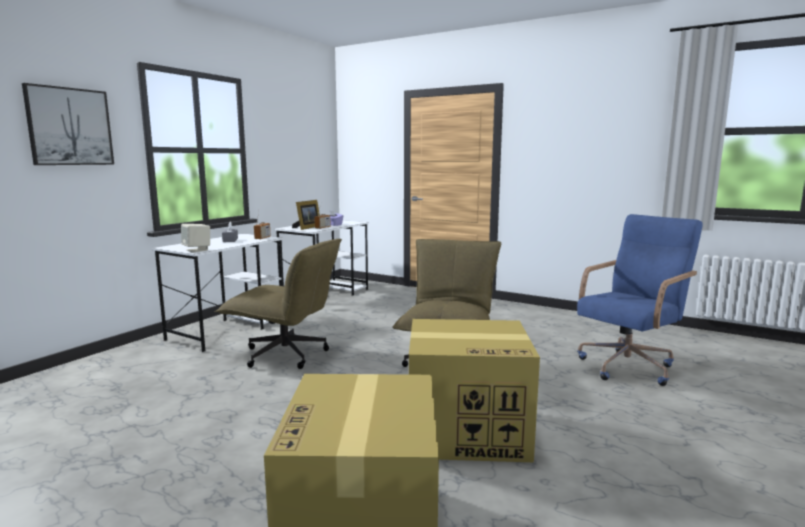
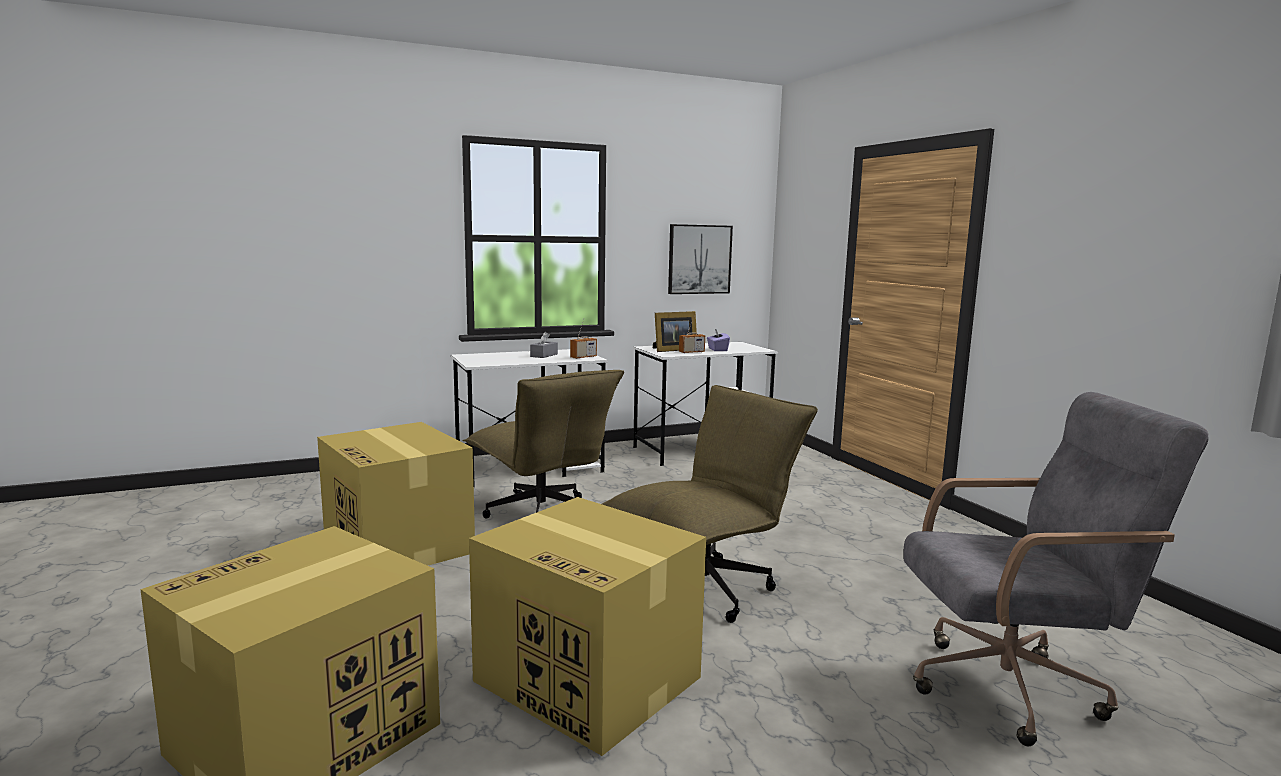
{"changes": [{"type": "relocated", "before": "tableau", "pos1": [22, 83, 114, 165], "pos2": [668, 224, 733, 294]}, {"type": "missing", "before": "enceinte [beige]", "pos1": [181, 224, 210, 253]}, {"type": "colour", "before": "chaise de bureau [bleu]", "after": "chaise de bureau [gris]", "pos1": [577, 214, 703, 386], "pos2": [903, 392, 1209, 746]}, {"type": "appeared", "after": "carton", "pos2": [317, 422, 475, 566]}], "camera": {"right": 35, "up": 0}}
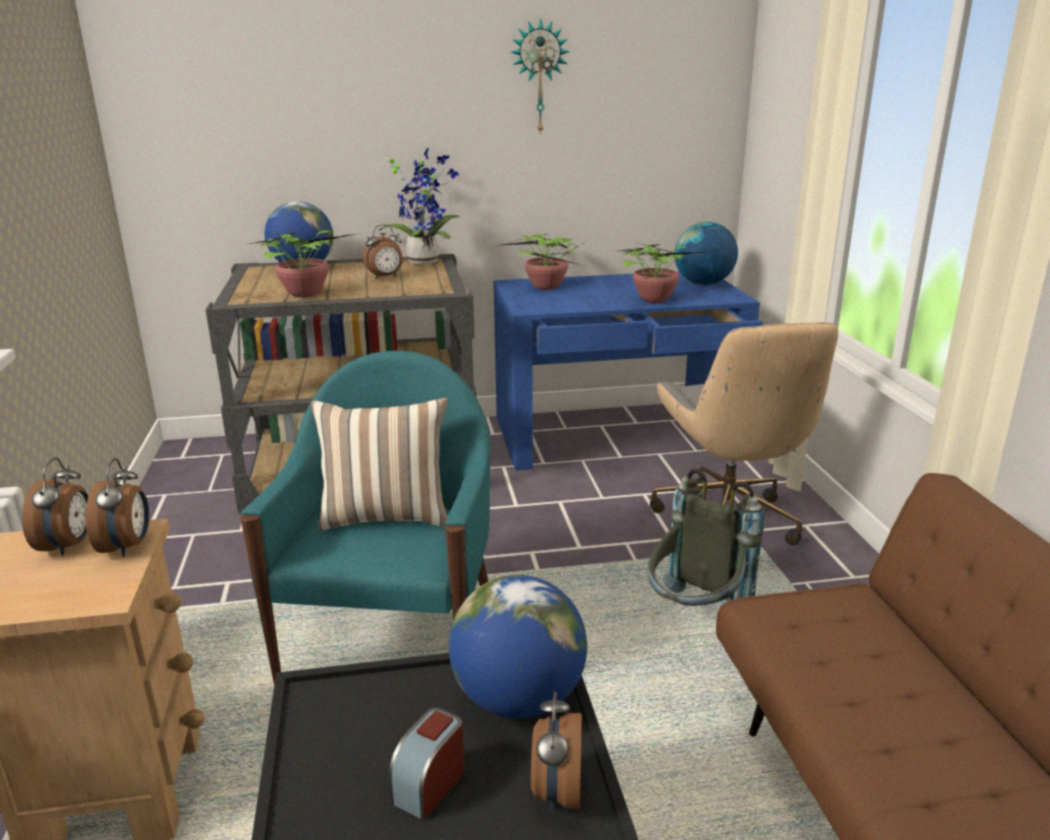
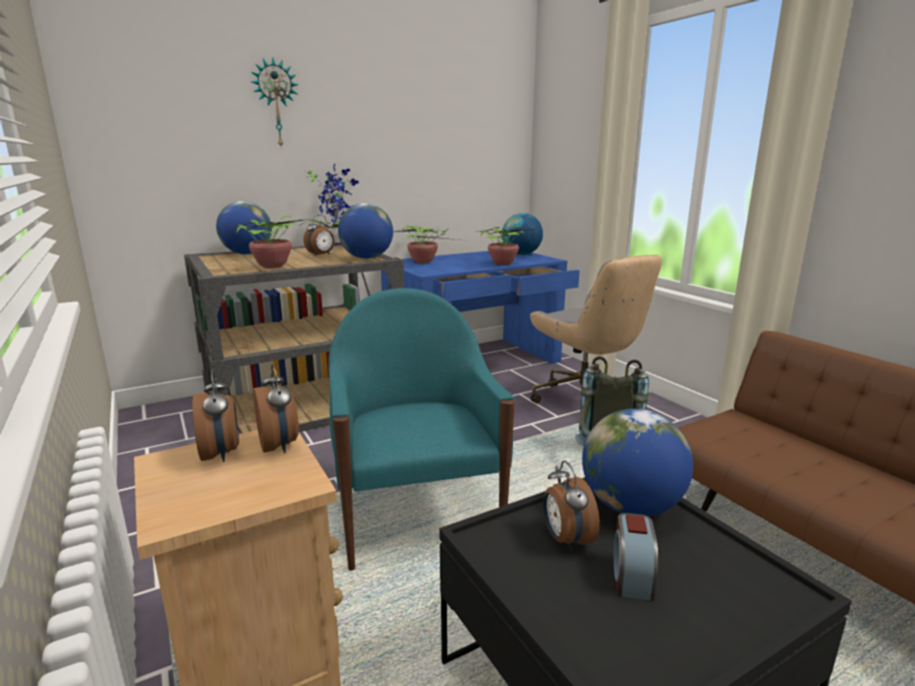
{"changes": [{"type": "missing", "before": "coussin", "pos1": [312, 398, 448, 530]}, {"type": "relocated", "before": "horloge murale", "pos1": [511, 18, 570, 135], "pos2": [252, 58, 298, 146]}, {"type": "relocated", "before": "réveil", "pos1": [531, 691, 582, 812], "pos2": [543, 461, 600, 551]}, {"type": "appeared", "after": "globe", "pos2": [338, 203, 393, 259]}], "camera": {"right": -20, "up": -5}}
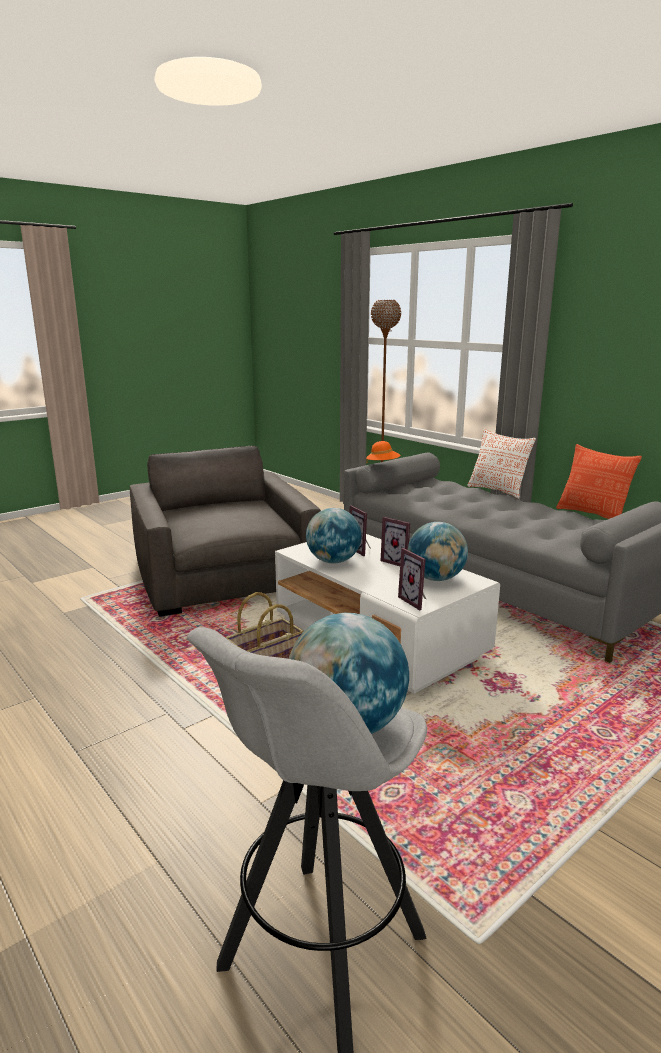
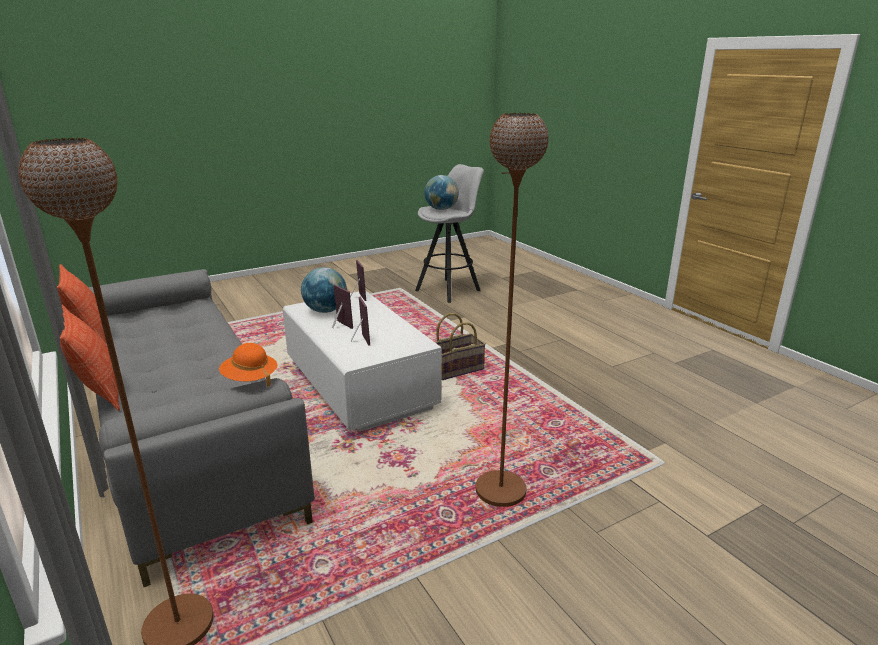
{"changes": [{"type": "exchanged", "before": "fauteuil [gris]", "after": "lampadaire [marron]", "pos1": [130, 446, 321, 617], "pos2": [476, 113, 549, 507]}, {"type": "missing", "before": "globe", "pos1": [306, 508, 362, 564]}, {"type": "colour", "before": "coussin [blanc]", "after": "coussin [orange]", "pos1": [467, 429, 536, 499], "pos2": [60, 305, 120, 411]}], "camera": {"right": -170, "up": 5}}
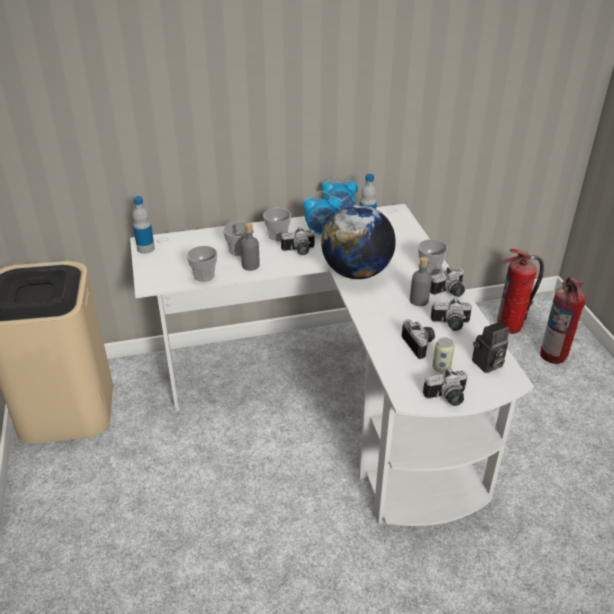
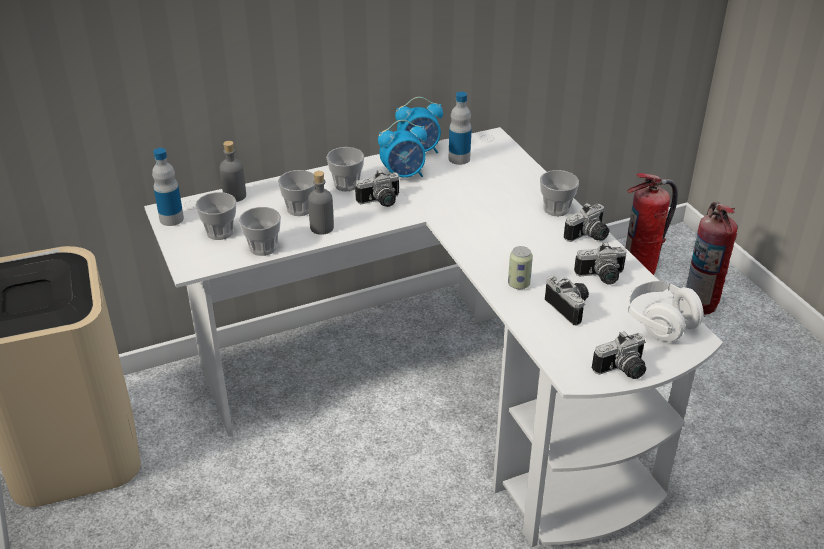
{"changes": [{"type": "missing", "before": "globe", "pos1": [321, 205, 396, 279]}, {"type": "relocated", "before": "bouteille [gris]", "pos1": [410, 257, 432, 306], "pos2": [220, 141, 246, 202]}, {"type": "relocated", "before": "boîte métallique", "pos1": [432, 337, 454, 373], "pos2": [508, 246, 533, 289]}, {"type": "exchanged", "before": "appareil photo", "after": "casque audio [blanc]", "pos1": [472, 322, 509, 373], "pos2": [627, 281, 705, 342]}, {"type": "appeared", "after": "tasse", "pos2": [195, 192, 236, 240]}], "camera": {"right": -10, "up": 0}}
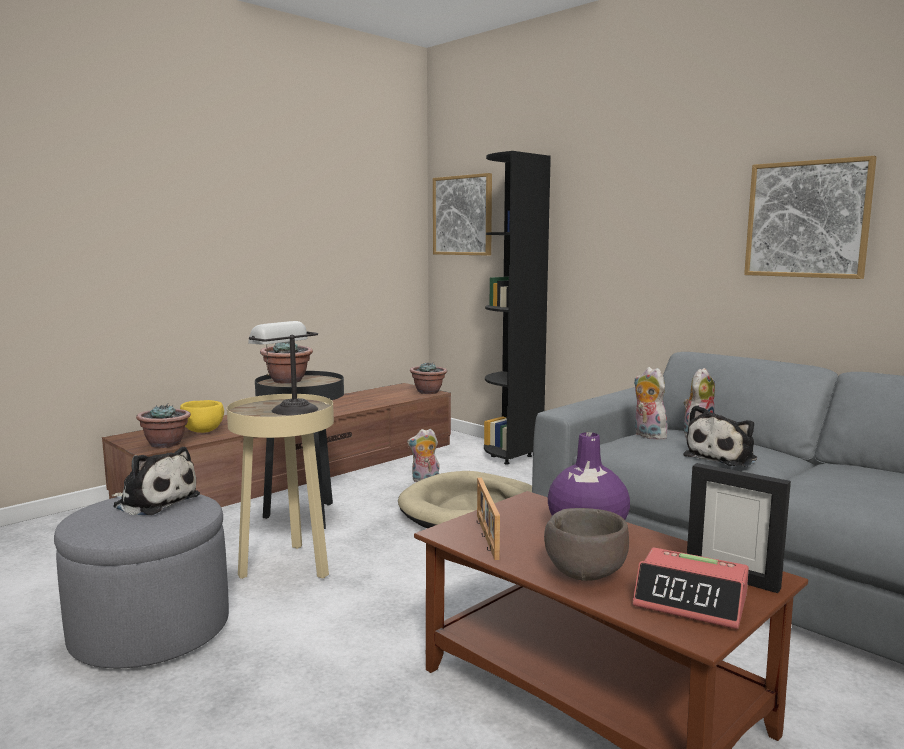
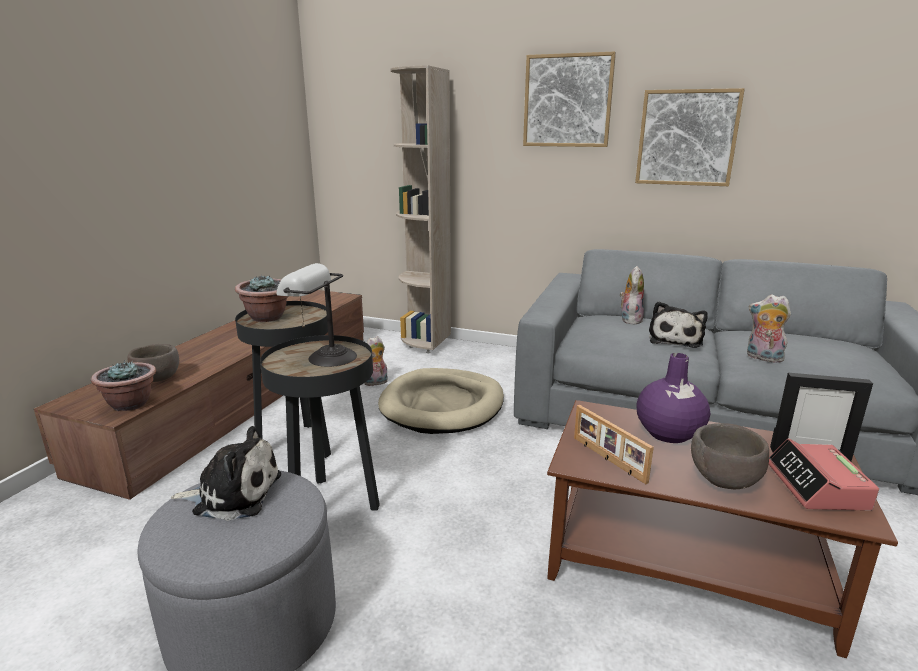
{"changes": [{"type": "colour", "before": "bol [jaune]", "after": "bol [marron]", "pos1": [180, 400, 224, 433], "pos2": [128, 344, 179, 382]}, {"type": "colour", "before": "table d'appoint [beige]", "after": "table d'appoint [noir]", "pos1": [227, 394, 334, 579], "pos2": [260, 335, 380, 511]}, {"type": "missing", "before": "plante en pot", "pos1": [410, 362, 447, 394]}, {"type": "relocated", "before": "tableau", "pos1": [433, 173, 492, 255], "pos2": [523, 51, 616, 147]}, {"type": "colour", "before": "bibliothèque [noir]", "after": "bibliothèque [beige]", "pos1": [484, 151, 551, 464], "pos2": [390, 65, 451, 354]}, {"type": "spun", "before": "réveil", "pos1": [633, 547, 749, 629], "pos2": [769, 439, 879, 511], "turn": 90}, {"type": "relocated", "before": "peluche", "pos1": [634, 367, 667, 439], "pos2": [747, 294, 791, 363]}], "camera": {"right": -25, "up": 10}}
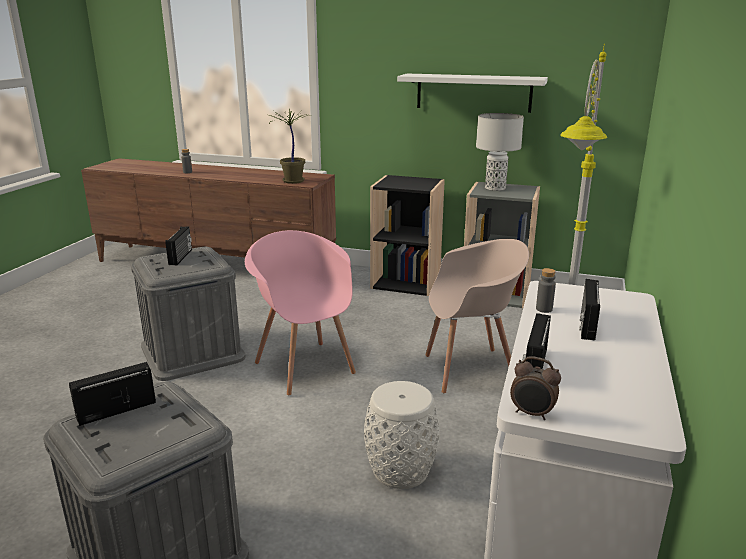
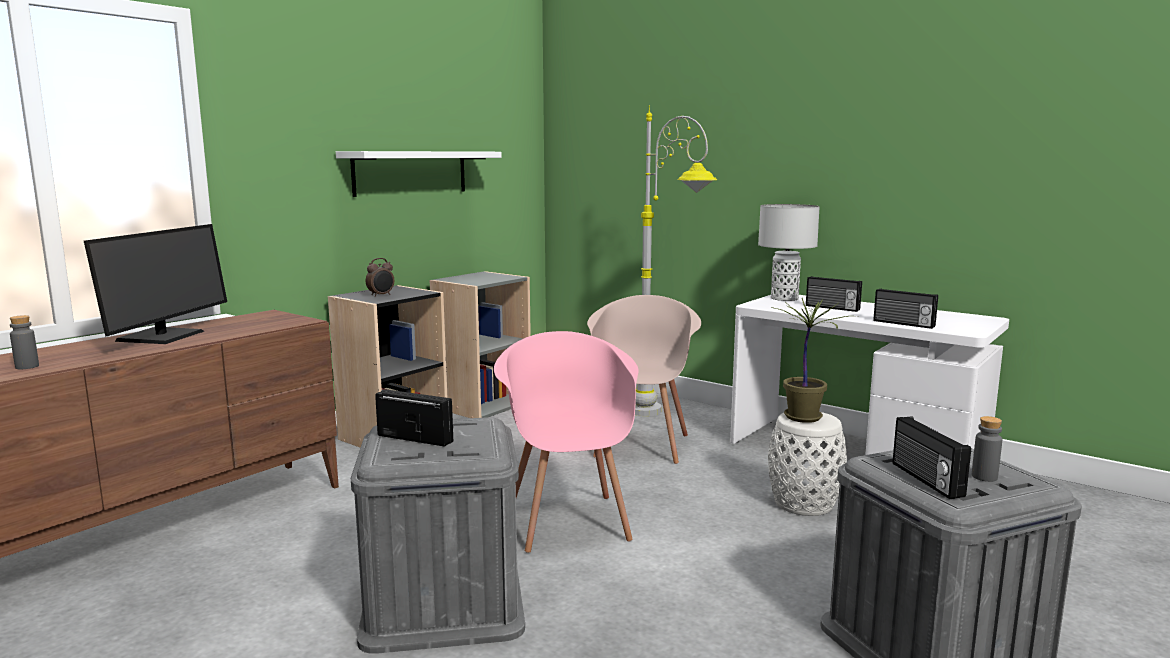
{"changes": [{"type": "spun", "before": "chaise [rose]", "pos1": [245, 230, 356, 395], "pos2": [494, 331, 639, 553], "turn": 90}, {"type": "relocated", "before": "plante en pot", "pos1": [269, 108, 309, 184], "pos2": [770, 298, 857, 423]}, {"type": "relocated", "before": "lampe de table [blanc]", "pos1": [476, 113, 524, 191], "pos2": [758, 204, 820, 301]}, {"type": "relocated", "before": "réveil", "pos1": [510, 356, 561, 420], "pos2": [366, 258, 394, 297]}, {"type": "relocated", "before": "bouteille [gris]", "pos1": [536, 268, 556, 313], "pos2": [972, 416, 1002, 482]}, {"type": "appeared", "after": "écran d'ordinateur", "pos2": [84, 224, 227, 344]}], "camera": {"right": -70, "up": -10}}
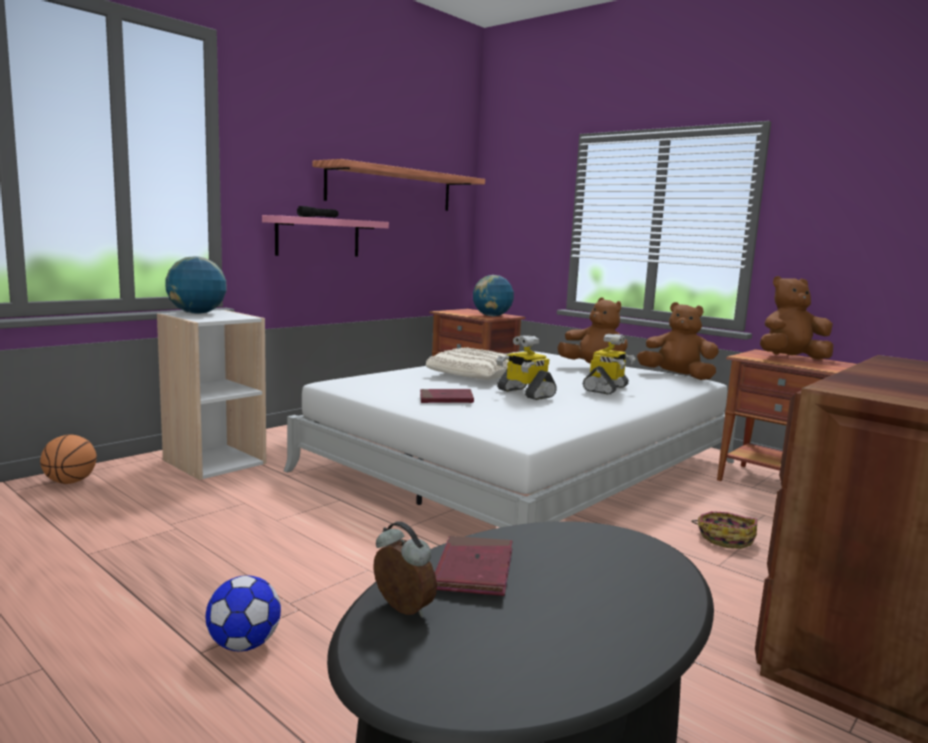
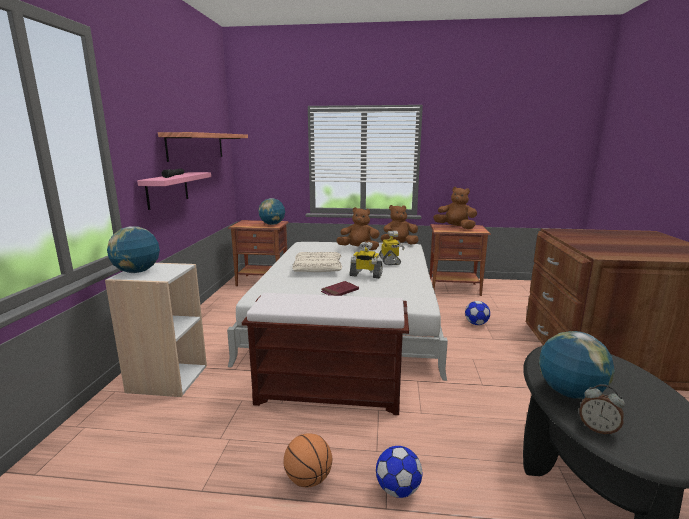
{"changes": [{"type": "relocated", "before": "ballon de basket", "pos1": [40, 434, 97, 484], "pos2": [283, 433, 332, 487]}, {"type": "spun", "before": "réveil", "pos1": [373, 521, 437, 617], "pos2": [579, 384, 625, 436], "turn": -150}, {"type": "exchanged", "before": "livre [rouge]", "after": "globe", "pos1": [435, 536, 512, 596], "pos2": [539, 331, 615, 399]}, {"type": "exchanged", "before": "panier", "after": "ballon de foot", "pos1": [691, 511, 757, 549], "pos2": [465, 301, 490, 325]}, {"type": "spun", "before": "peluche [marron]", "pos1": [760, 276, 833, 360], "pos2": [433, 187, 477, 229], "turn": 75}, {"type": "appeared", "after": "banc [marron]", "pos2": [242, 293, 409, 415]}], "camera": {"right": -35, "up": 5}}
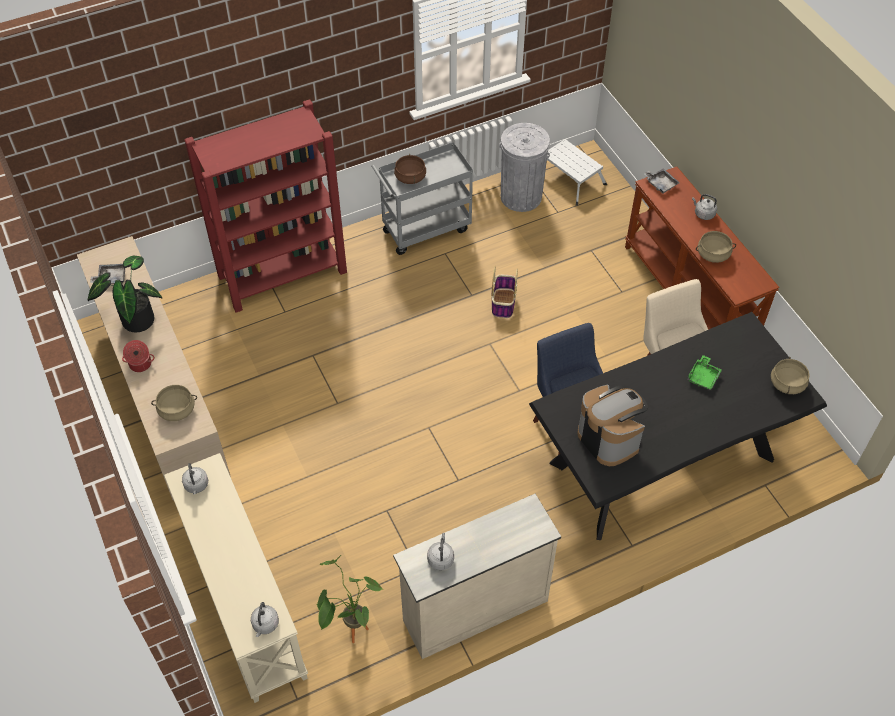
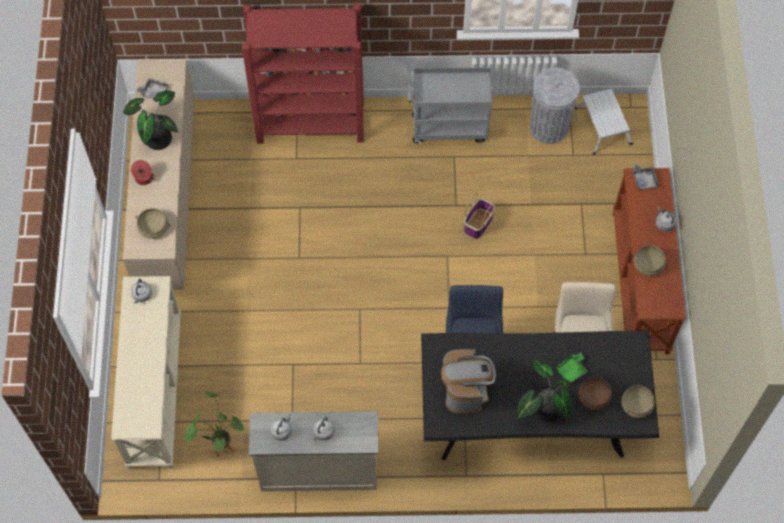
{"changes": [{"type": "relocated", "before": "bouilloire [gris]", "pos1": [251, 602, 279, 637], "pos2": [312, 417, 335, 441]}, {"type": "relocated", "before": "marmite [marron]", "pos1": [394, 154, 426, 184], "pos2": [579, 376, 612, 411]}, {"type": "appeared", "after": "plante en pot", "pos2": [516, 360, 572, 423]}], "camera": {"right": 25, "up": 10}}
